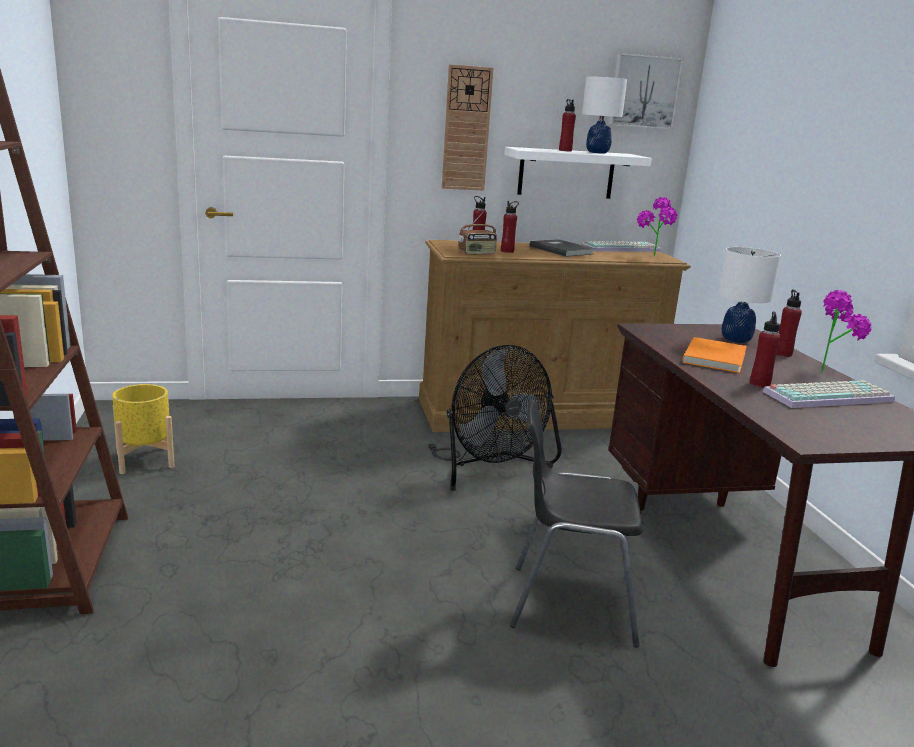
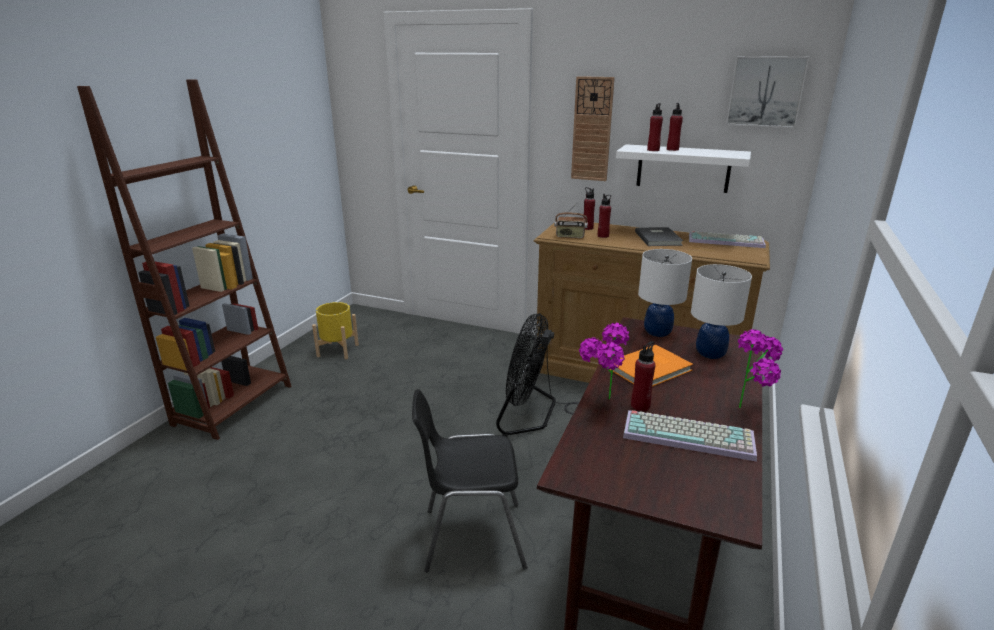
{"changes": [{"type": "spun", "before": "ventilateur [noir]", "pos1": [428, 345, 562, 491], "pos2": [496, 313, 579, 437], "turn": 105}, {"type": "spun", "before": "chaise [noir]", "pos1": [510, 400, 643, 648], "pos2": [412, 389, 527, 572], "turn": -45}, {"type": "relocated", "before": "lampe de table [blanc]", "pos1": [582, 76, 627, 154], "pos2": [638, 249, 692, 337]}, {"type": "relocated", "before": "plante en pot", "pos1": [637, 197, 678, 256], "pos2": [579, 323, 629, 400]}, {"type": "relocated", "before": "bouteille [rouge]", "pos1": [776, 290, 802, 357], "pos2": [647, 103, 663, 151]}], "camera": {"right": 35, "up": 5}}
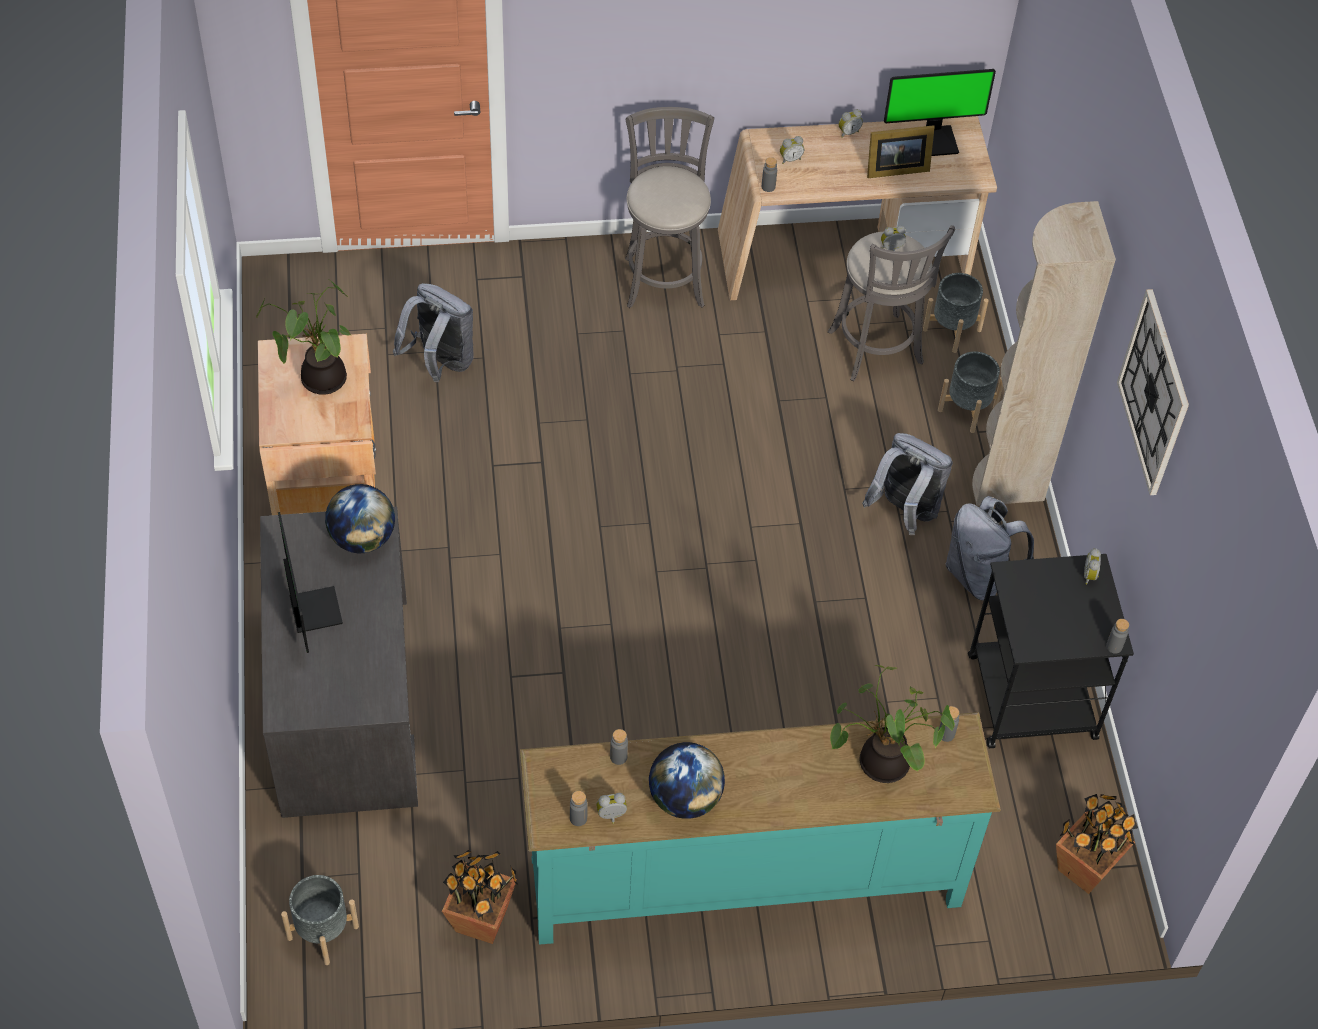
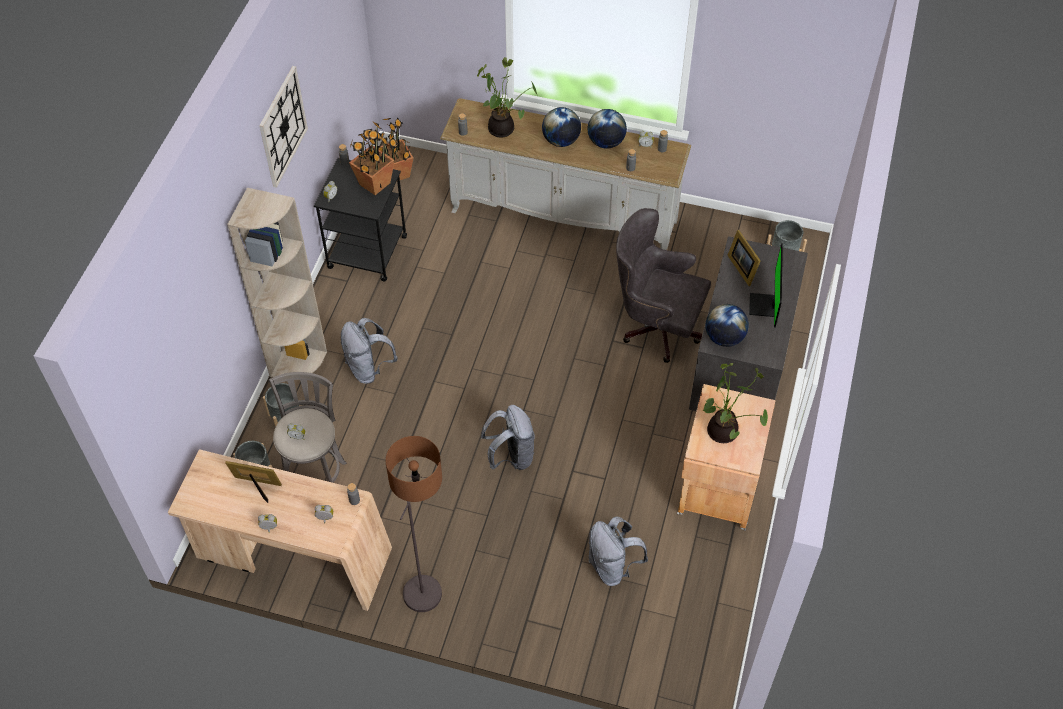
{"changes": [{"type": "relocated", "before": "plante en pot", "pos1": [442, 850, 518, 944], "pos2": [349, 122, 395, 195]}, {"type": "colour", "before": "meuble de rangement [turquoise]", "after": "meuble de rangement [gris]", "pos1": [520, 712, 1001, 945], "pos2": [440, 98, 691, 250]}, {"type": "exchanged", "before": "tabouret [gris]", "after": "lampadaire [marron]", "pos1": [625, 107, 714, 308], "pos2": [386, 436, 442, 612]}, {"type": "missing", "before": "écran d'ordinateur", "pos1": [884, 69, 996, 156]}, {"type": "relocated", "before": "sac à dos [gris]", "pos1": [946, 496, 1034, 601], "pos2": [481, 405, 535, 470]}, {"type": "appeared", "after": "globe", "pos2": [542, 107, 581, 147]}, {"type": "appeared", "after": "chaise de bureau [gris]", "pos2": [616, 208, 711, 363]}, {"type": "appeared", "after": "cadre photo", "pos2": [727, 230, 761, 286]}], "camera": {"right": -155, "up": 0}}
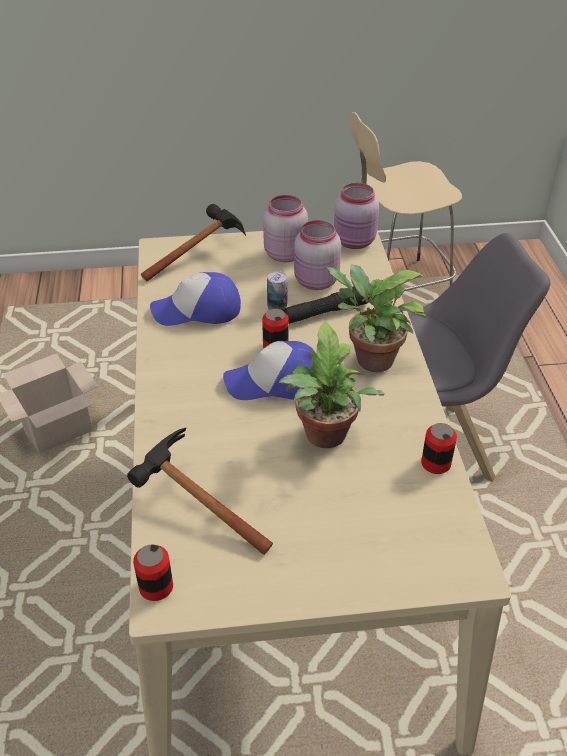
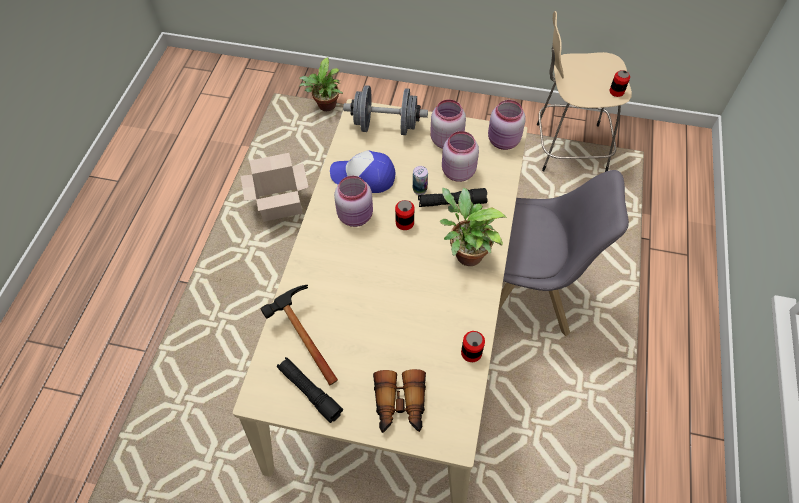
{"changes": [{"type": "relocated", "before": "boîte métallique", "pos1": [133, 545, 173, 601], "pos2": [609, 70, 630, 97]}, {"type": "exchanged", "before": "marteau", "after": "haltère [gris]", "pos1": [141, 204, 246, 281], "pos2": [343, 85, 428, 135]}, {"type": "missing", "before": "casquette", "pos1": [223, 341, 316, 400]}, {"type": "relocated", "before": "plante en pot", "pos1": [279, 322, 385, 448], "pos2": [299, 57, 343, 111]}, {"type": "appeared", "after": "lampe de poche [noir]", "pos2": [277, 357, 343, 423]}, {"type": "appeared", "after": "bocal [rose]", "pos2": [334, 176, 373, 227]}, {"type": "appeared", "after": "jumelles", "pos2": [373, 369, 426, 433]}], "camera": {"right": 20, "up": 15}}
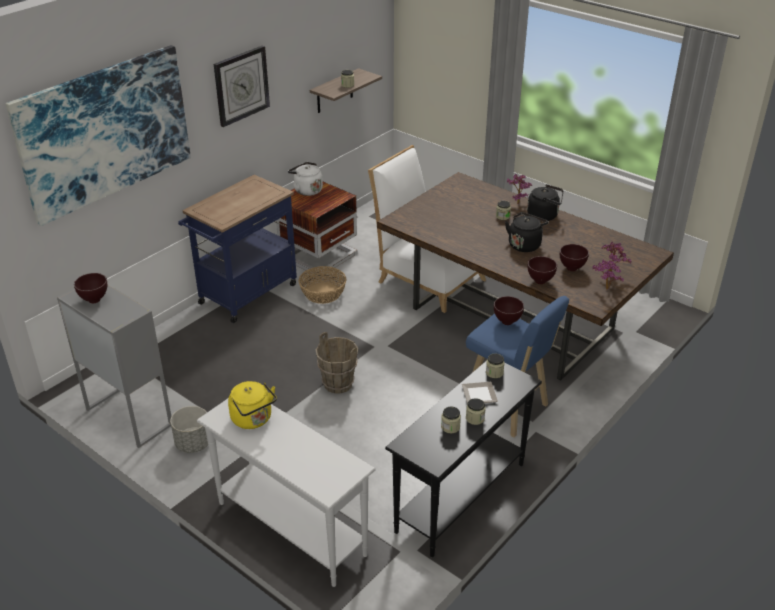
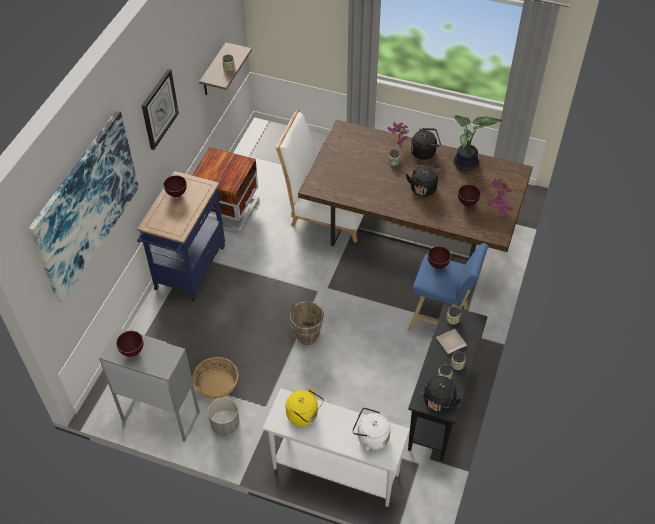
{"changes": [{"type": "relocated", "before": "bouilloire [blanc]", "pos1": [288, 162, 323, 196], "pos2": [352, 407, 391, 450]}, {"type": "relocated", "before": "panier", "pos1": [298, 266, 346, 304], "pos2": [193, 357, 238, 399]}, {"type": "relocated", "before": "bol [marron]", "pos1": [528, 256, 557, 284], "pos2": [164, 175, 187, 197]}, {"type": "appeared", "after": "bouilloire [noir]", "pos2": [421, 376, 462, 412]}, {"type": "appeared", "after": "plante en pot", "pos2": [453, 115, 503, 171]}], "camera": {"right": -20, "up": 15}}
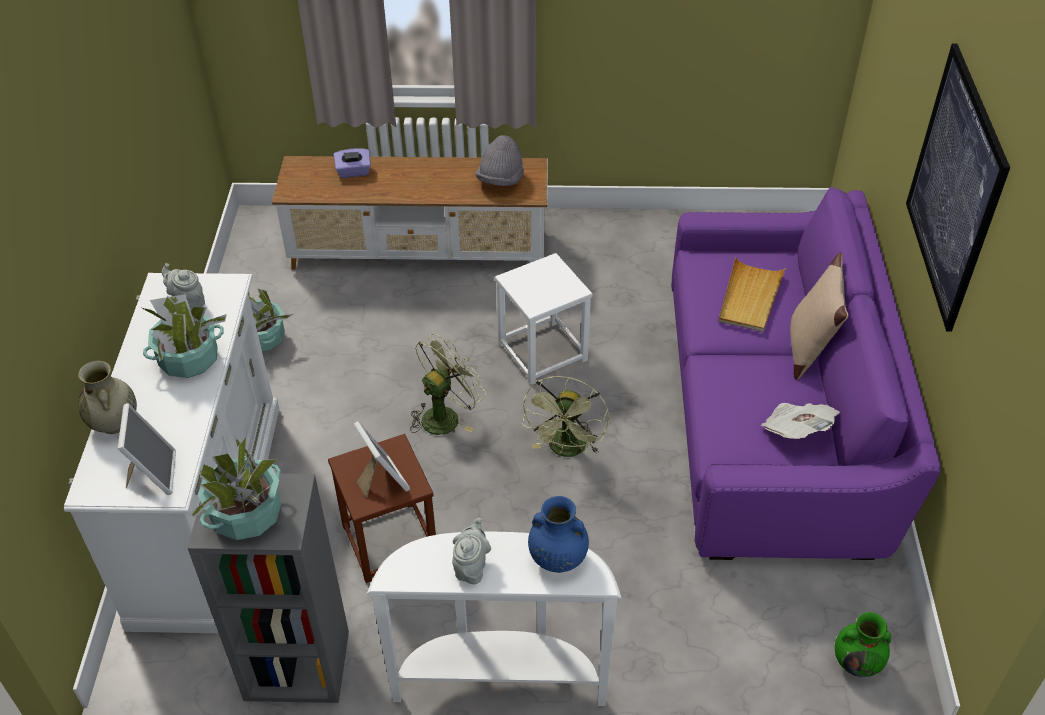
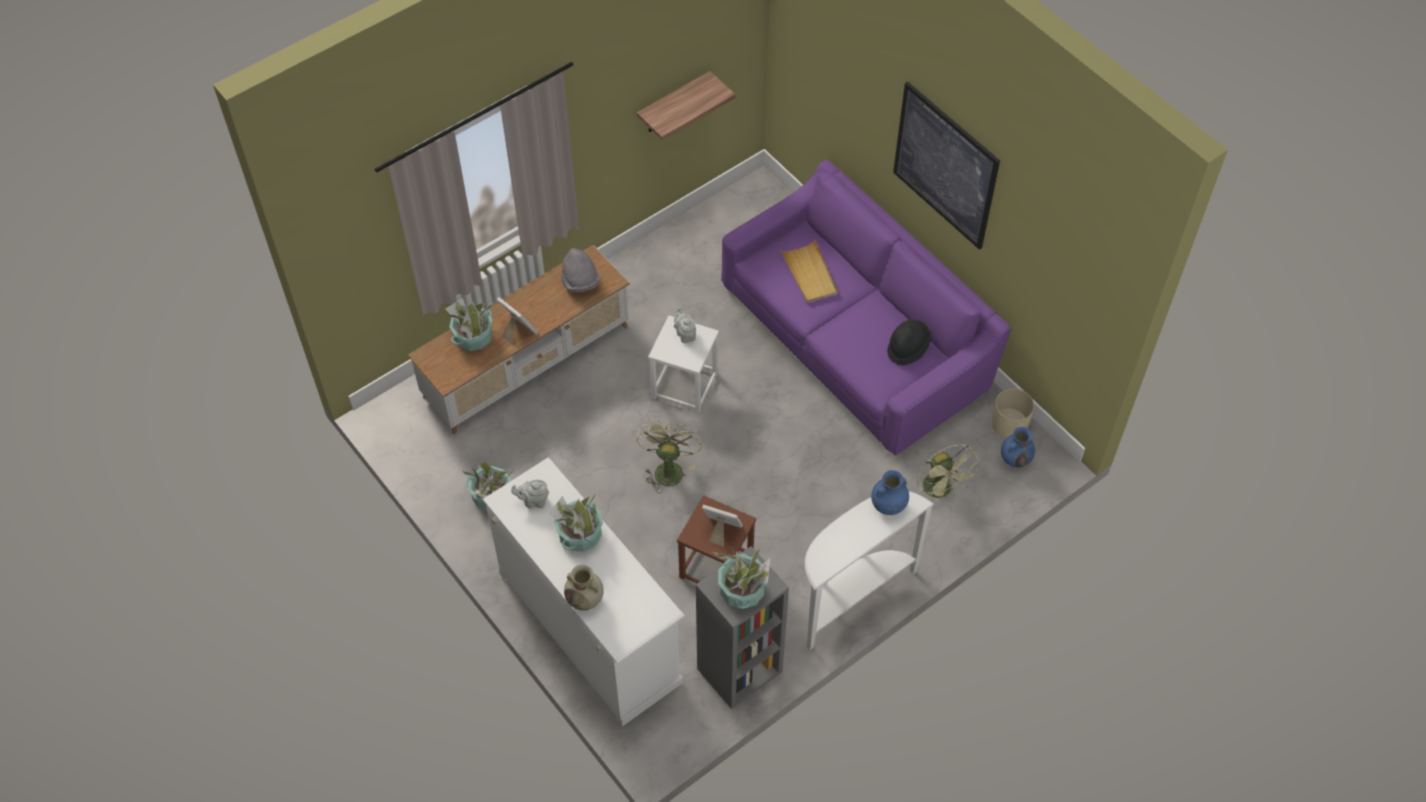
{"changes": [{"type": "relocated", "before": "cadre photo", "pos1": [118, 403, 176, 495], "pos2": [497, 297, 538, 344]}, {"type": "exchanged", "before": "boîte à mouchoirs [violet]", "after": "plante en pot", "pos1": [334, 148, 371, 178], "pos2": [445, 298, 493, 351]}, {"type": "relocated", "before": "théière [gris]", "pos1": [452, 518, 491, 584], "pos2": [674, 307, 696, 343]}, {"type": "relocated", "before": "ventilateur [vert]", "pos1": [521, 376, 609, 457], "pos2": [917, 445, 980, 501]}, {"type": "exchanged", "before": "journal", "after": "chapeau [noir]", "pos1": [761, 403, 839, 439], "pos2": [887, 320, 932, 365]}, {"type": "missing", "before": "coussin [beige]", "pos1": [790, 252, 849, 380]}, {"type": "colour", "before": "vase [vert]", "after": "vase [bleu]", "pos1": [835, 612, 891, 677], "pos2": [1001, 427, 1035, 468]}, {"type": "appeared", "after": "étagère", "pos2": [637, 71, 735, 140]}, {"type": "appeared", "after": "cache-pot [beige]", "pos2": [992, 388, 1034, 438]}], "camera": {"right": -40, "up": 10}}
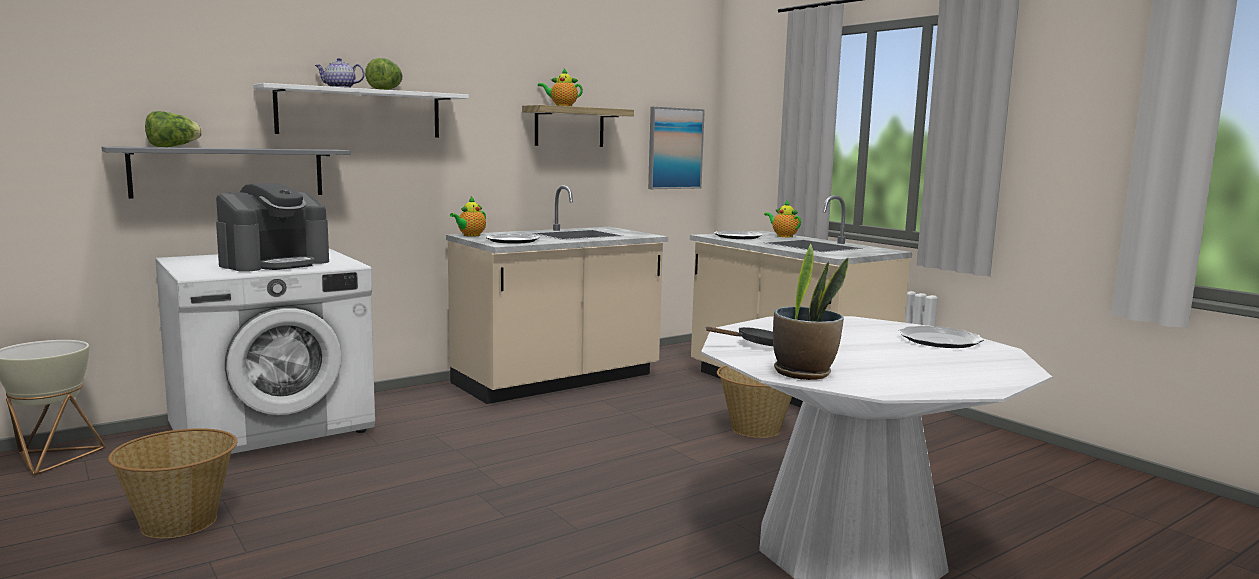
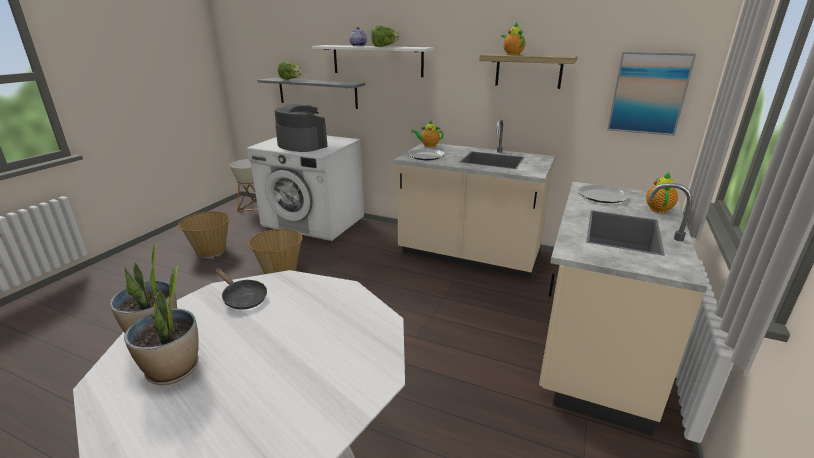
{"changes": [{"type": "spun", "before": "machine à café", "pos1": [216, 183, 329, 272], "pos2": [274, 104, 327, 152], "turn": -150}, {"type": "relocated", "before": "panier", "pos1": [717, 366, 792, 438], "pos2": [248, 229, 303, 274]}, {"type": "missing", "before": "assiette", "pos1": [899, 326, 984, 348]}, {"type": "appeared", "after": "plante en pot", "pos2": [124, 264, 199, 385]}], "camera": {"right": 60, "up": 15}}
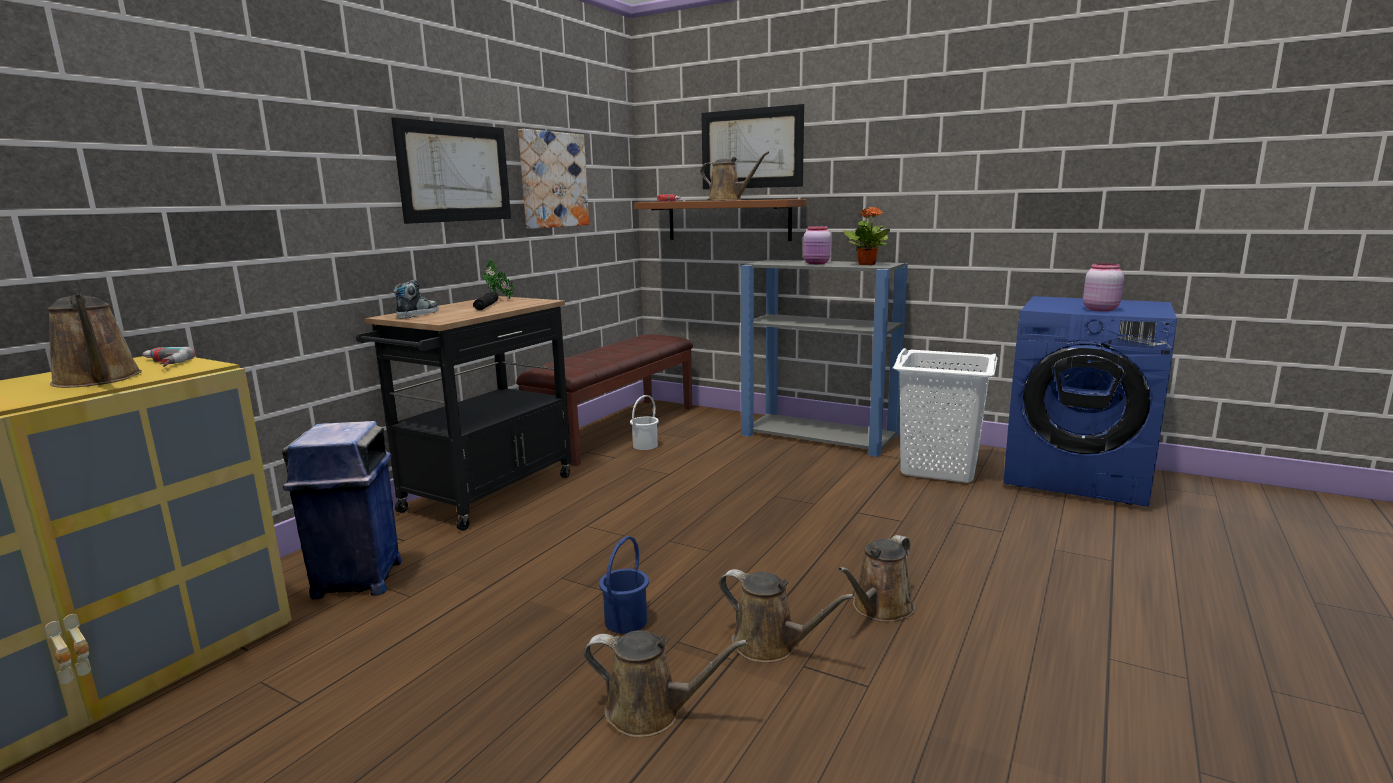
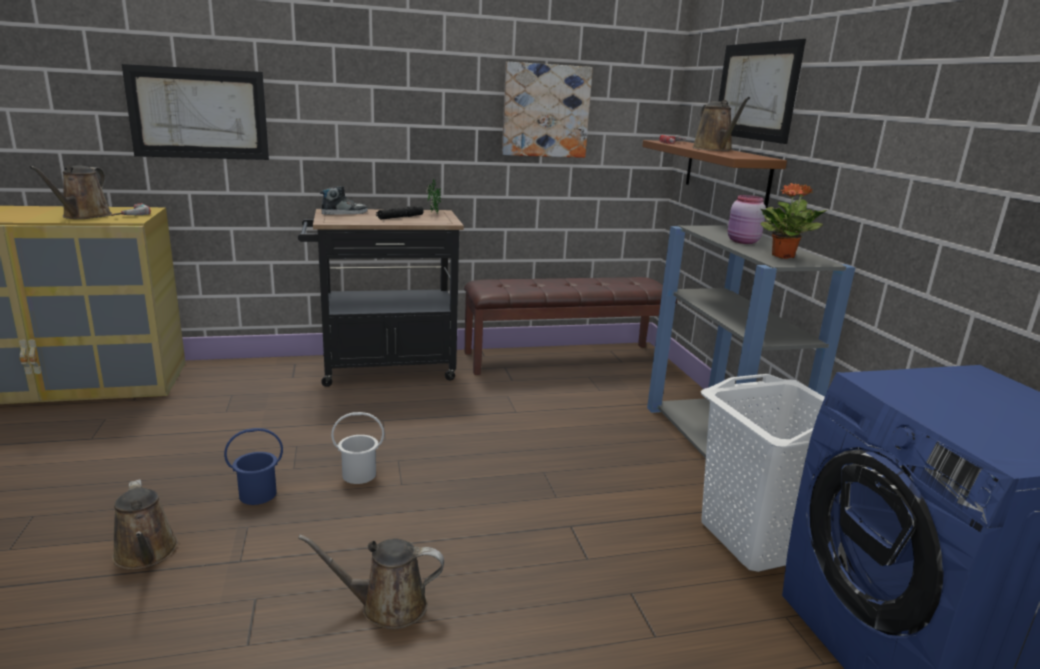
{"changes": [{"type": "missing", "before": "poubelle [bleu]", "pos1": [282, 421, 402, 599]}, {"type": "relocated", "before": "tableau", "pos1": [391, 117, 511, 224], "pos2": [122, 64, 269, 160]}, {"type": "relocated", "before": "seau [blanc]", "pos1": [630, 395, 659, 450], "pos2": [331, 412, 384, 484]}, {"type": "missing", "before": "arrosoir [marron]", "pos1": [719, 569, 855, 663]}, {"type": "missing", "before": "bocal [rose]", "pos1": [1083, 263, 1124, 311]}], "camera": {"right": 45, "up": 5}}
